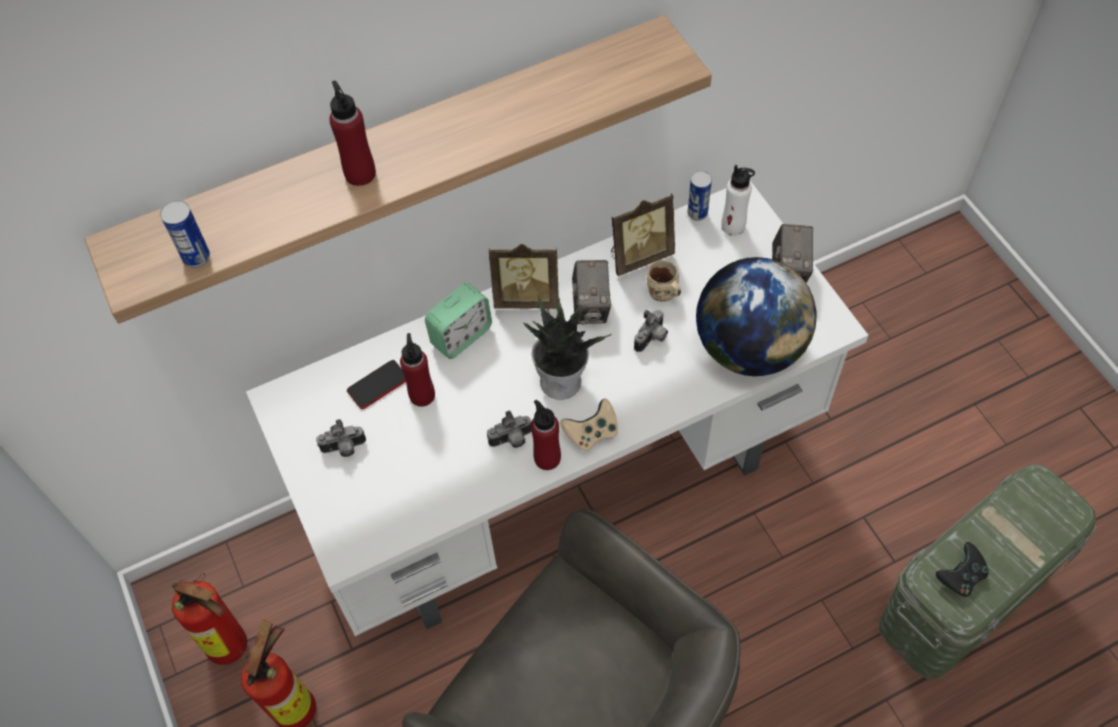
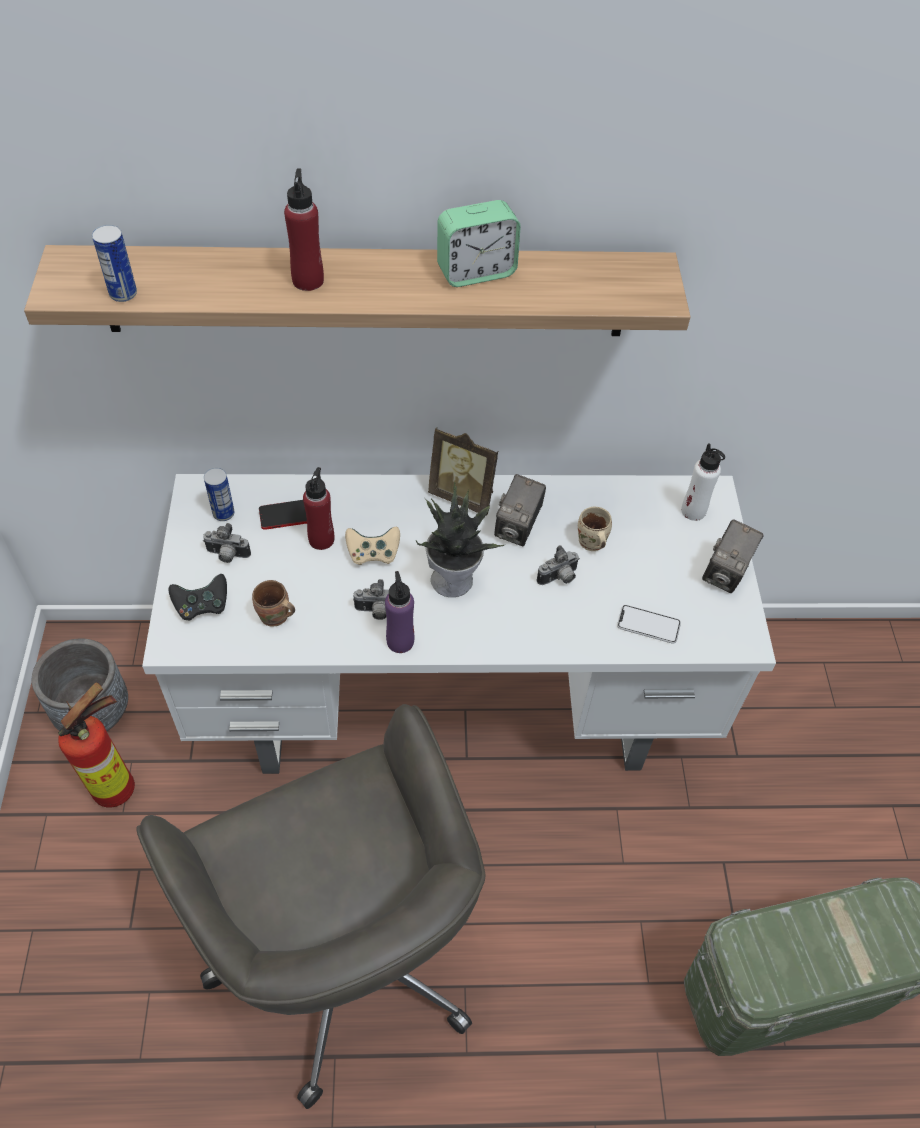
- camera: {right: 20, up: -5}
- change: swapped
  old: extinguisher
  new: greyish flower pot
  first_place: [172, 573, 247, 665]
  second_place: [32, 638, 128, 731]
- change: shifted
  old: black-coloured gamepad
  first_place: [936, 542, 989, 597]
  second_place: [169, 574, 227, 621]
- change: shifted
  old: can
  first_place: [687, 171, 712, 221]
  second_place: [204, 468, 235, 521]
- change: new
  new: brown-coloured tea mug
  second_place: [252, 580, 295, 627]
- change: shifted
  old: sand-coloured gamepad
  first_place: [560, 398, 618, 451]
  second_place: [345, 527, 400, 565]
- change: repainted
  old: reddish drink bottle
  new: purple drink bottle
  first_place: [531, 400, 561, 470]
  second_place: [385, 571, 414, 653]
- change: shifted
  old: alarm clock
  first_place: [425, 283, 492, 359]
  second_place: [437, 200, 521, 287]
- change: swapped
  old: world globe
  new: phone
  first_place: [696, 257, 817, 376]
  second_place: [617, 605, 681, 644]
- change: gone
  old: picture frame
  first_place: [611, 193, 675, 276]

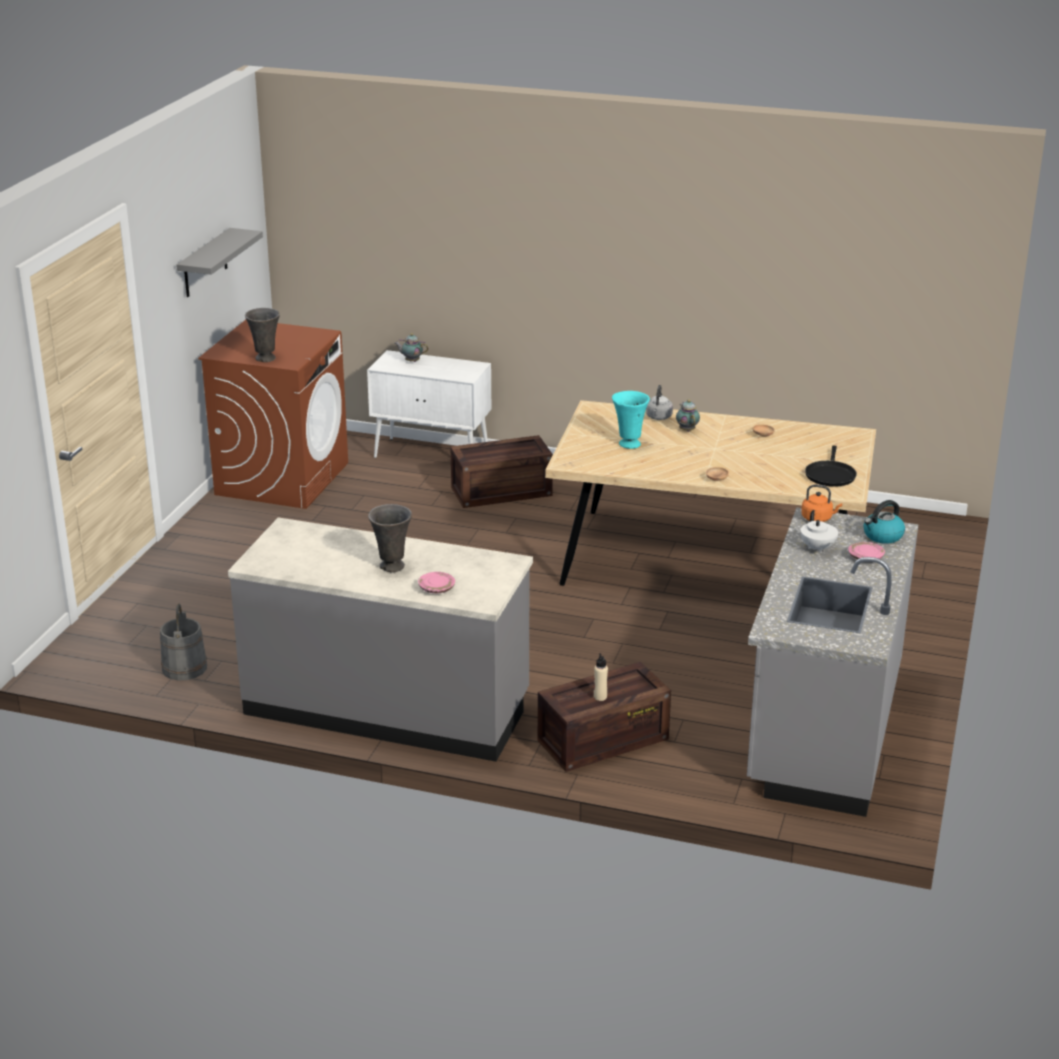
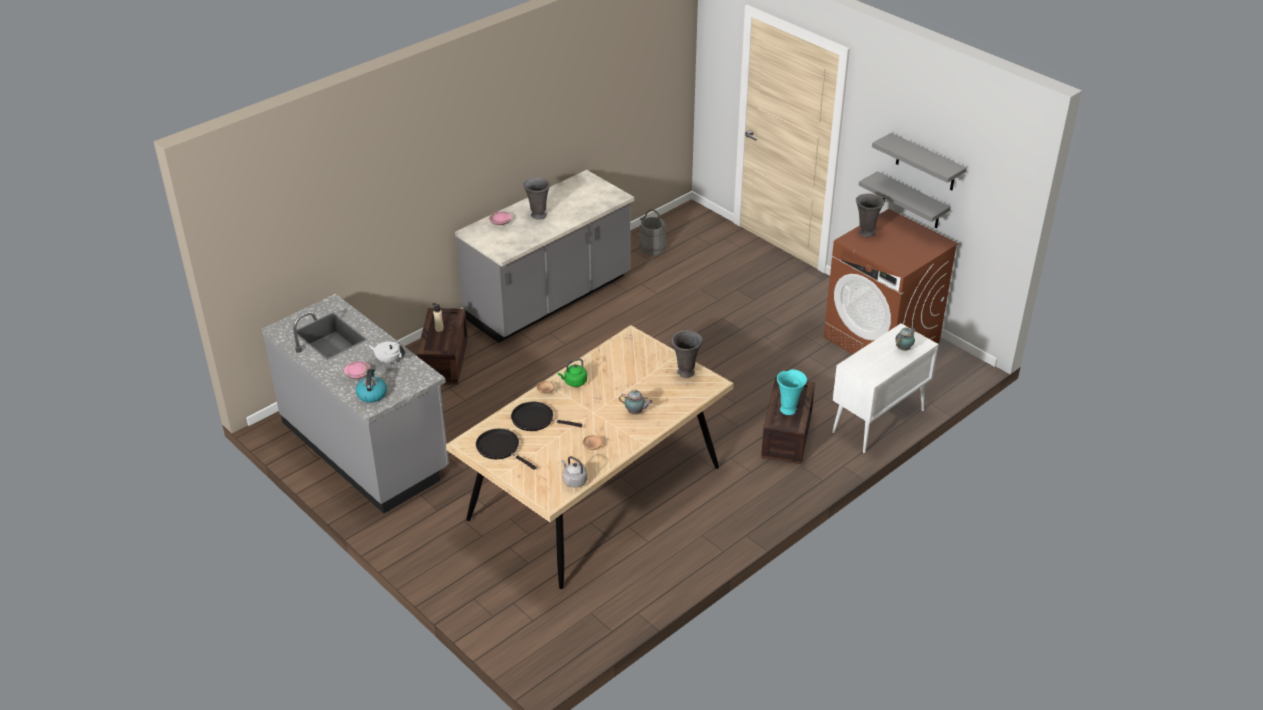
- camera: {right: 120, up: 10}
- change: new
  new: black-coloured frying pan
  second_place: [511, 402, 583, 431]
- change: new
  new: greenish water kettle
  second_place: [558, 358, 587, 387]
- change: shifted
  old: greyish water kettle
  first_place: [646, 385, 673, 420]
  second_place: [561, 456, 588, 488]
- change: new
  new: greyish vase
  second_place: [672, 330, 702, 378]
- change: shifted
  old: turquoise-coloured vase
  first_place: [612, 391, 650, 449]
  second_place: [777, 369, 807, 415]
- change: new
  new: greyish wall shelf
  second_place: [859, 171, 951, 228]
- change: gone
  old: orangey water kettle
  first_place: [801, 485, 842, 522]

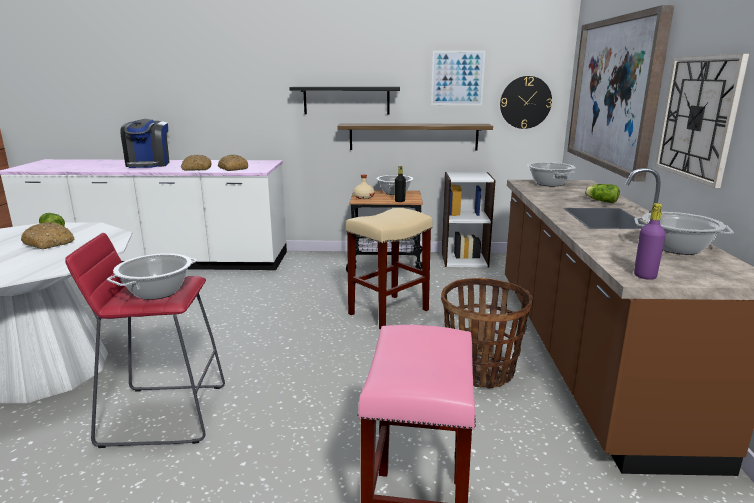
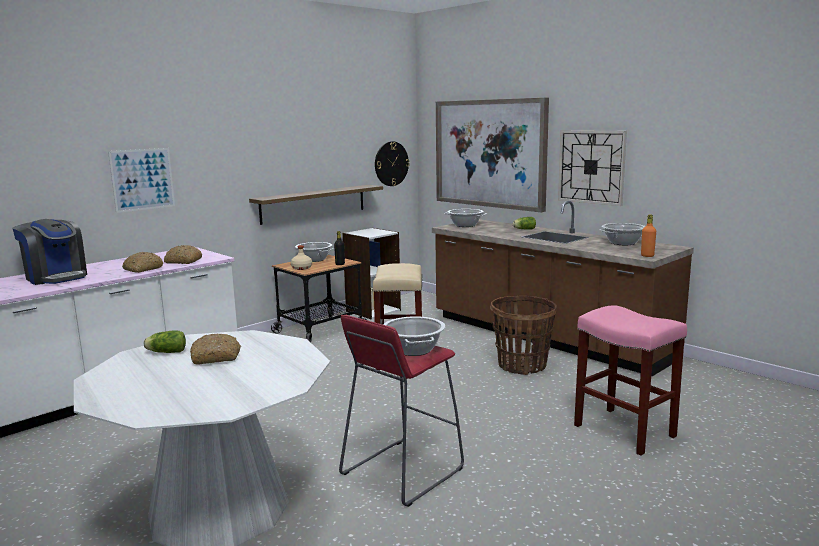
- camera: {right: -45, up: -5}
- change: shifted
  old: wall picture
  first_place: [431, 51, 485, 105]
  second_place: [108, 148, 175, 213]
- change: repainted
  old: purple drink bottle
  new: orangey drink bottle
  first_place: [634, 203, 666, 280]
  second_place: [641, 214, 656, 257]
- change: gone
  old: black-coloured wall shelf
  first_place: [289, 87, 400, 115]

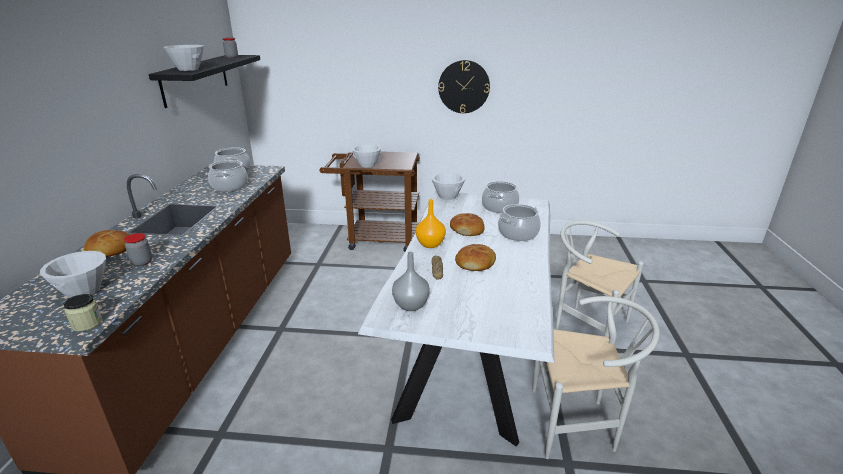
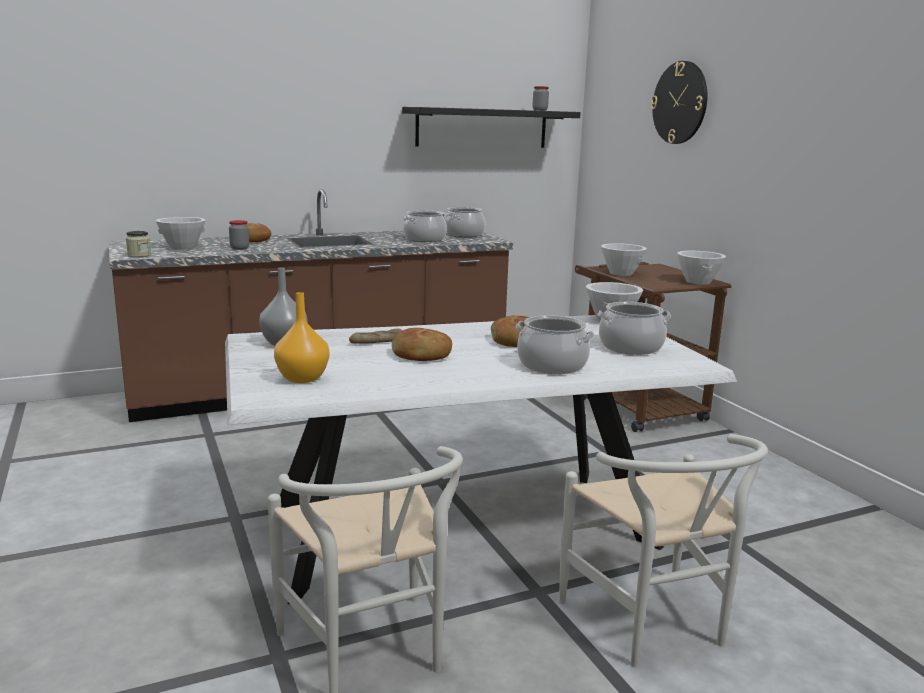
- camera: {right: 60, up: -10}
- change: shifted
  old: orangey vase
  first_place: [416, 199, 446, 248]
  second_place: [274, 292, 329, 383]
- change: rotated
  old: white plain chair
  first_place: [555, 220, 644, 337]
  second_place: [559, 434, 768, 667]
  degrees: 150
- change: shifted
  old: wall clock
  first_place: [438, 60, 490, 113]
  second_place: [651, 61, 707, 144]
- change: shifted
  old: white deep dish
  first_place: [163, 45, 204, 71]
  second_place: [677, 251, 726, 285]

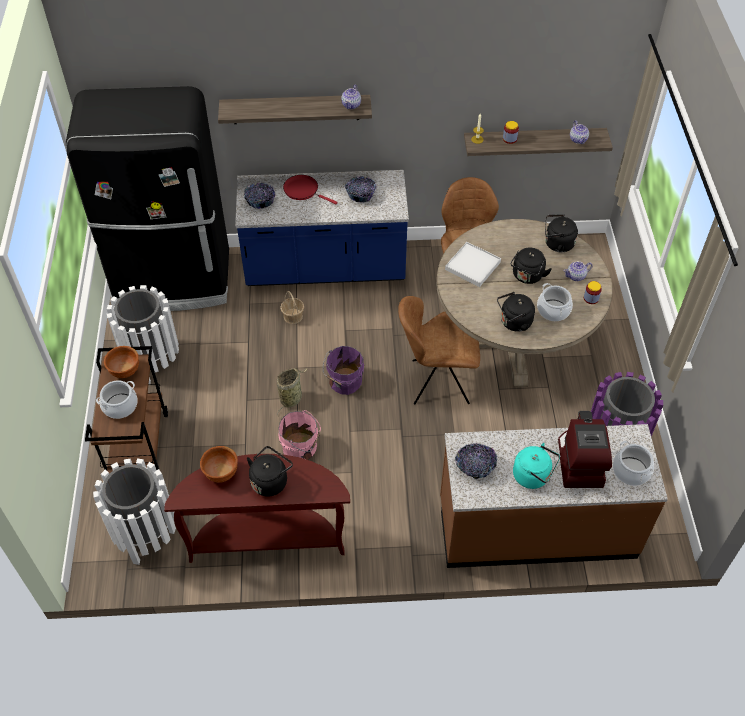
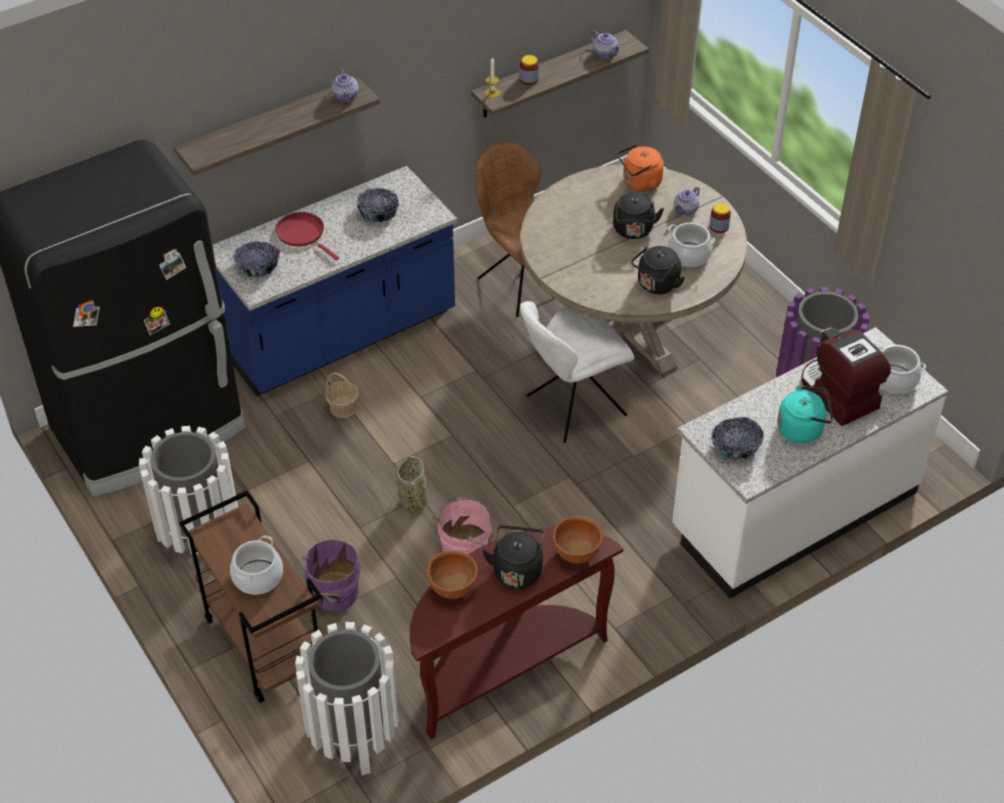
- camera: {right: -30, up: -5}
- change: rotated
  old: reddish frying pan
  first_place: [283, 175, 338, 205]
  second_place: [275, 212, 339, 260]
  degrees: 45
- change: shifted
  old: purple bucket
  first_place: [323, 346, 364, 395]
  second_place: [300, 540, 360, 611]
- change: repainted
  old: brown-coloured plain chair
  new: white plain chair
  first_place: [398, 296, 480, 404]
  second_place: [520, 301, 634, 443]
- change: shifted
  old: brown-coloured deep dish
  first_place: [104, 346, 139, 378]
  second_place: [553, 516, 603, 564]
- change: repainted
  old: black-coloured water kettle
  new: orangey water kettle
  first_place: [545, 214, 578, 252]
  second_place: [617, 144, 664, 192]
- change: repainted
  old: brown-coloured kitchen base unit
  new: white kitchen base unit
  first_place: [440, 424, 668, 568]
  second_place: [672, 327, 948, 598]
- change: gone
  old: white carrying tray
  first_place: [445, 242, 501, 287]

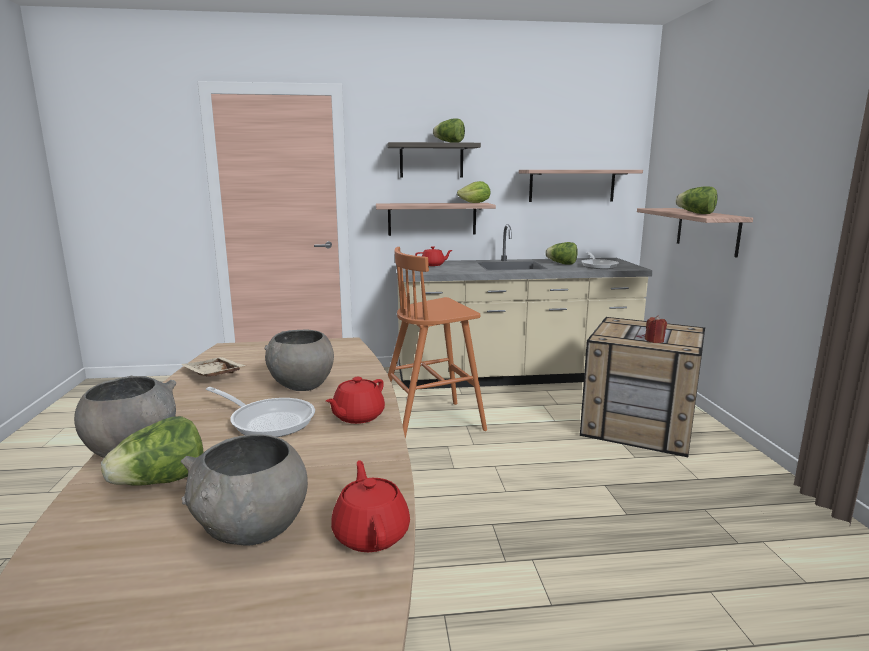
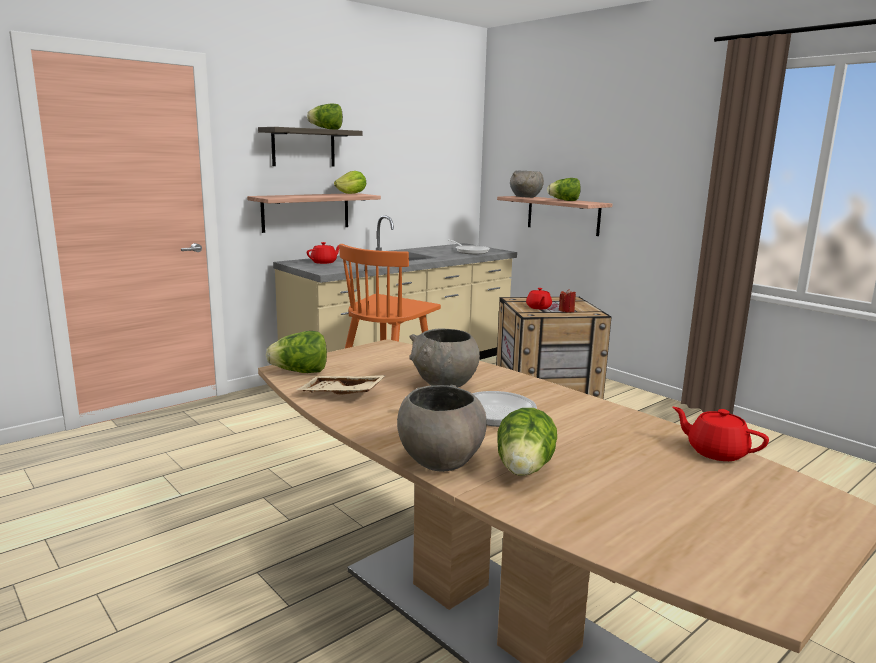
- camera: {right: -35, up: 0}
- change: shifted
  old: lettuce
  first_place: [545, 242, 578, 264]
  second_place: [266, 331, 327, 373]
- change: shifted
  old: greyish deep dish
  first_place: [181, 434, 308, 546]
  second_place: [510, 171, 544, 198]
- change: shifted
  old: reddish teapot
  first_place: [326, 377, 385, 424]
  second_place: [526, 288, 552, 309]
- change: gone
  old: wall shelf
  first_place: [519, 170, 643, 202]

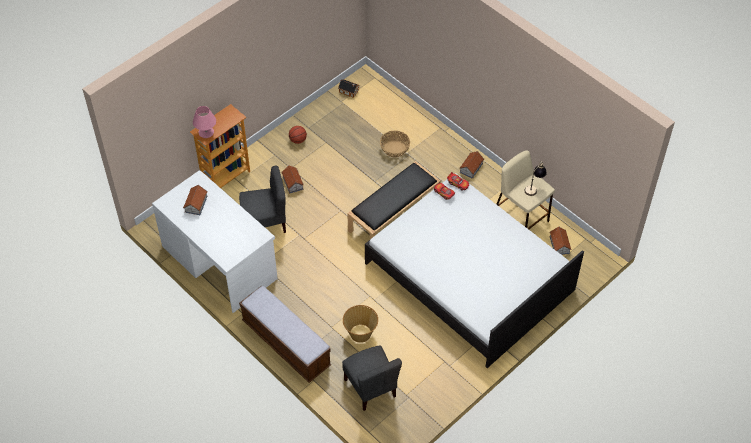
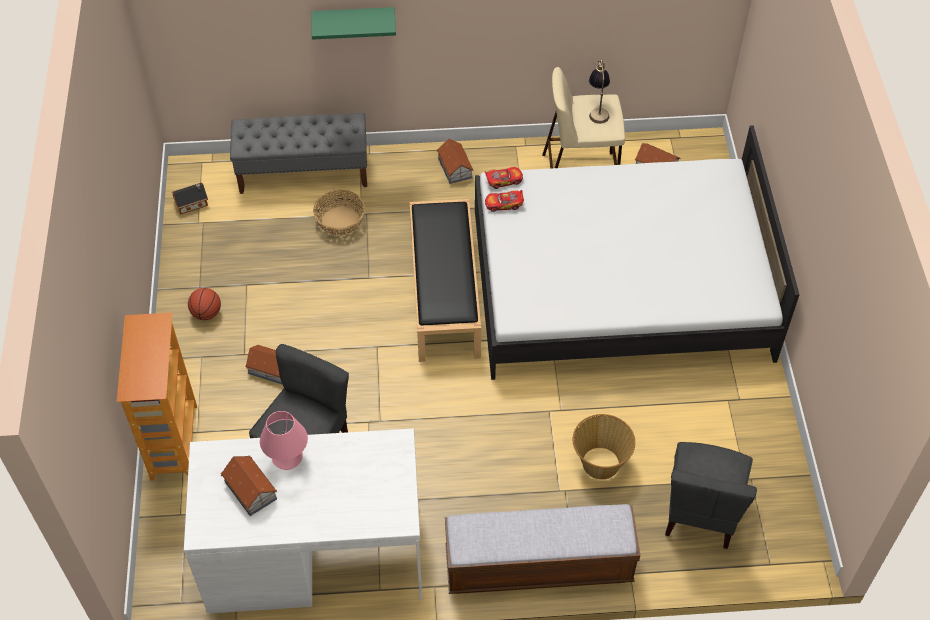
- camera: {right: -50, up: 0}
- change: new
  new: greyish long seat
  second_place: [230, 113, 367, 194]
- change: shifted
  old: pinkish lamp for a table
  first_place: [193, 106, 216, 138]
  second_place: [260, 411, 308, 470]
- change: new
  new: greenish wall shelf
  second_place: [311, 7, 396, 40]
- change: rotated
  old: greyish plain chair
  first_place: [342, 345, 402, 411]
  second_place: [665, 442, 757, 549]
  degrees: 90

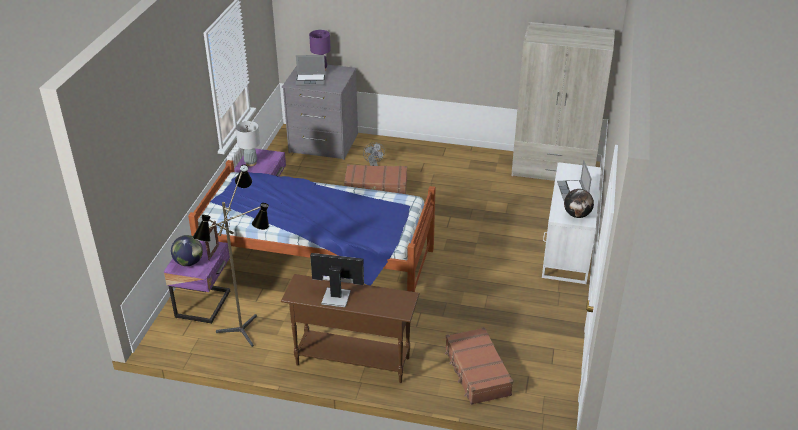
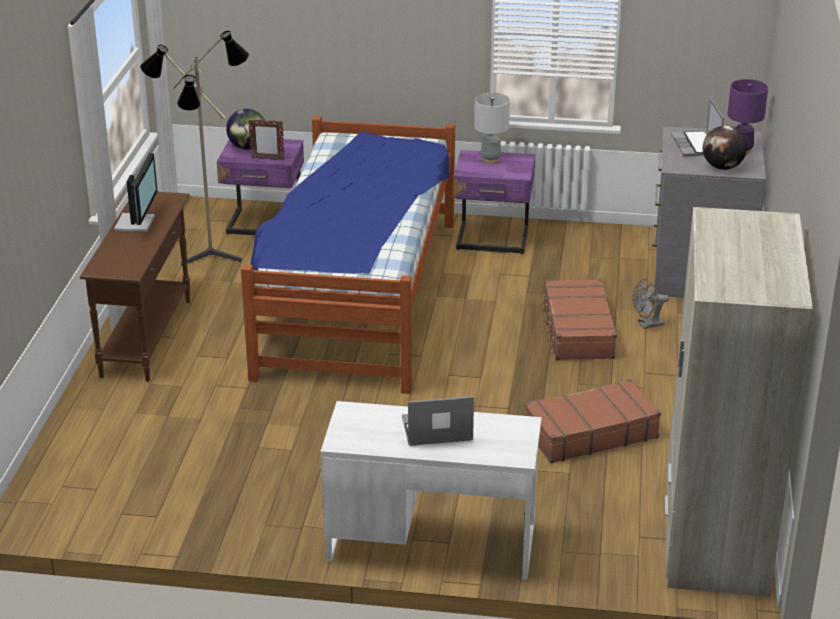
- camera: {right: 85, up: -5}
- change: shifted
  old: brown-coloured travel case
  first_place: [445, 327, 513, 405]
  second_place: [525, 379, 661, 463]
- change: shifted
  old: world globe
  first_place: [564, 189, 594, 218]
  second_place: [703, 125, 747, 170]

